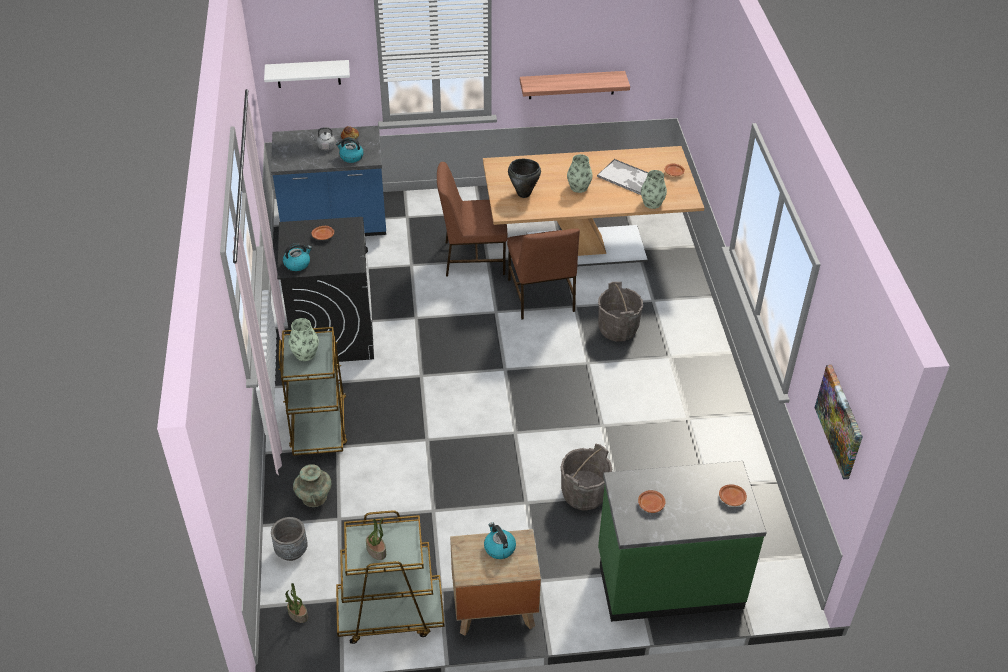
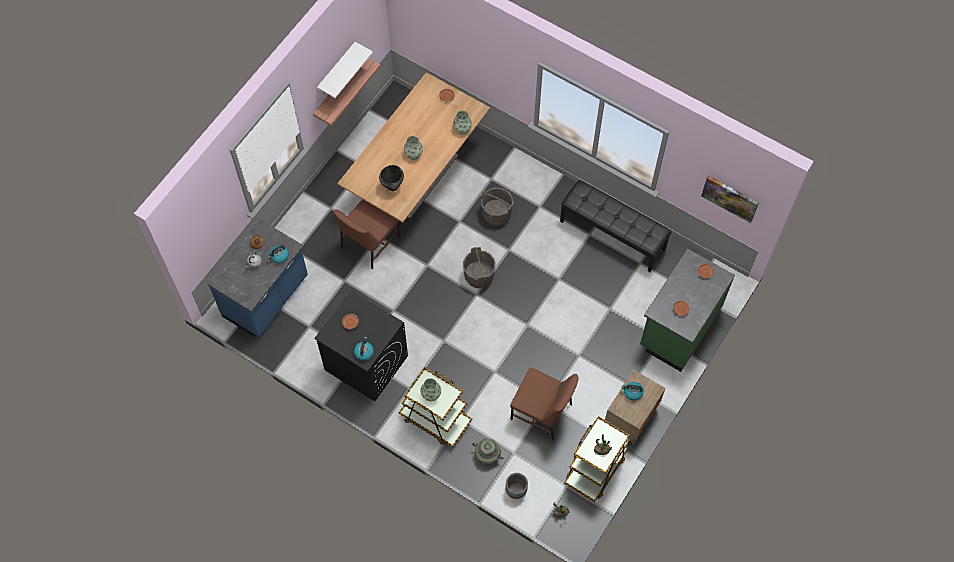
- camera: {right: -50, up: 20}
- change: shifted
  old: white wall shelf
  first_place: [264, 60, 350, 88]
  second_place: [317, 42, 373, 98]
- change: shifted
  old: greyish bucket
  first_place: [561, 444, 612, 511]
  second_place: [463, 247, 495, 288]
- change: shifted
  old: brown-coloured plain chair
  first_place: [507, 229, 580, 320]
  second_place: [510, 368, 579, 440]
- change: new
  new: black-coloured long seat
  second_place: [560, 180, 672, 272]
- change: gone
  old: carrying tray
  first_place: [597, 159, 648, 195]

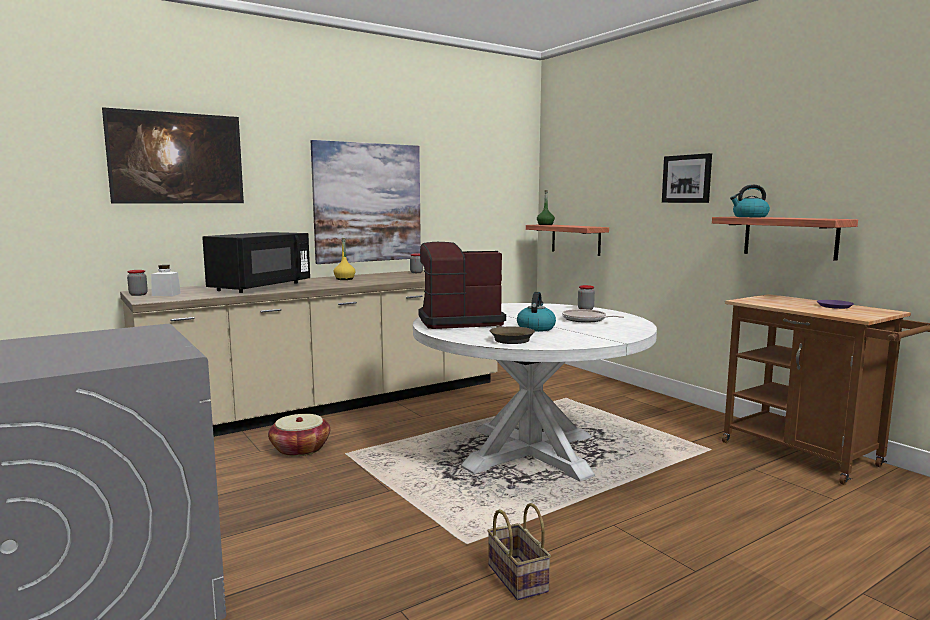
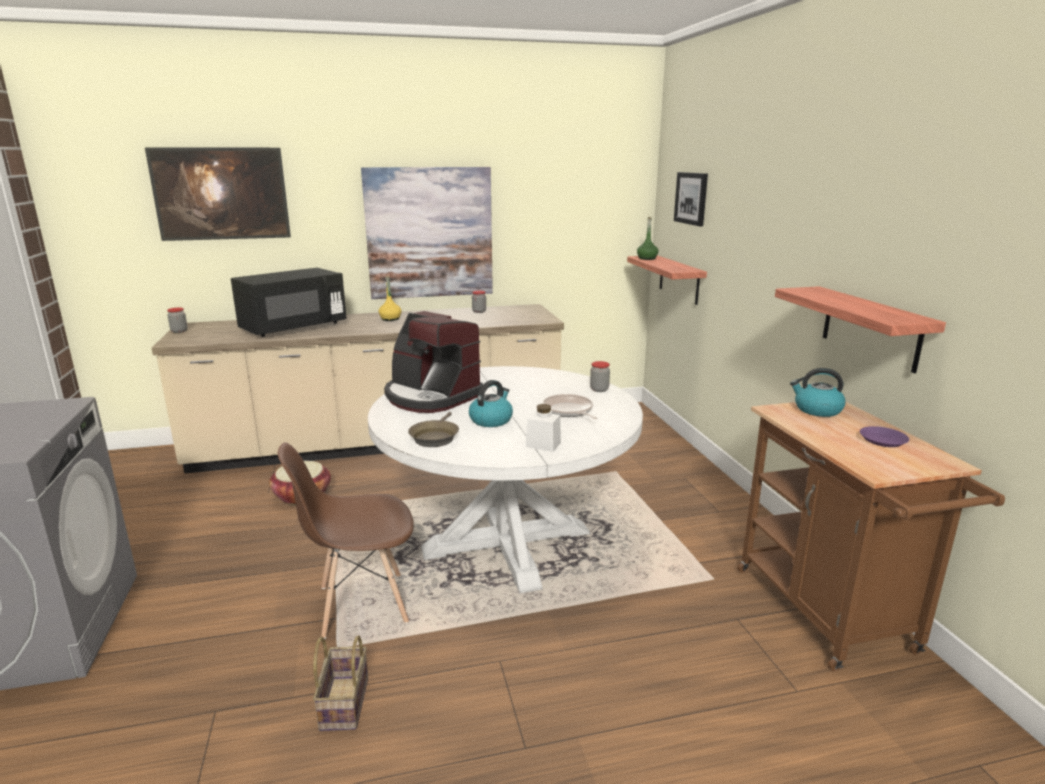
- camera: {right: 20, up: 10}
- change: new
  new: brown-coloured plain chair
  second_place: [278, 443, 414, 639]
- change: rotated
  old: coffee brewer
  first_place: [419, 242, 506, 329]
  second_place: [384, 311, 483, 413]
  degrees: -150
- change: shifted
  old: white storage jar
  first_place: [151, 265, 181, 296]
  second_place: [526, 404, 561, 452]
- change: shifted
  old: wall picture
  first_place: [662, 153, 712, 203]
  second_place: [674, 172, 708, 226]
- change: shifted
  old: water kettle
  first_place: [730, 185, 770, 217]
  second_place: [790, 368, 845, 417]

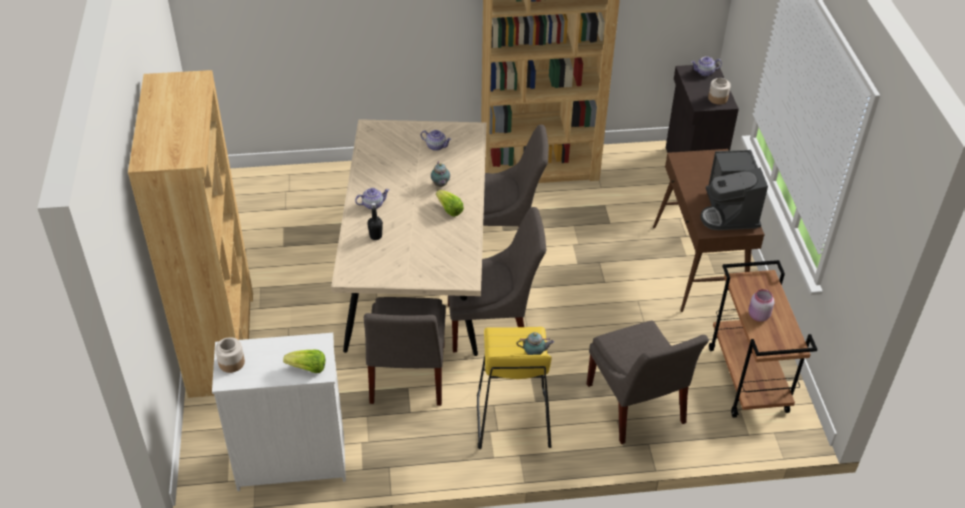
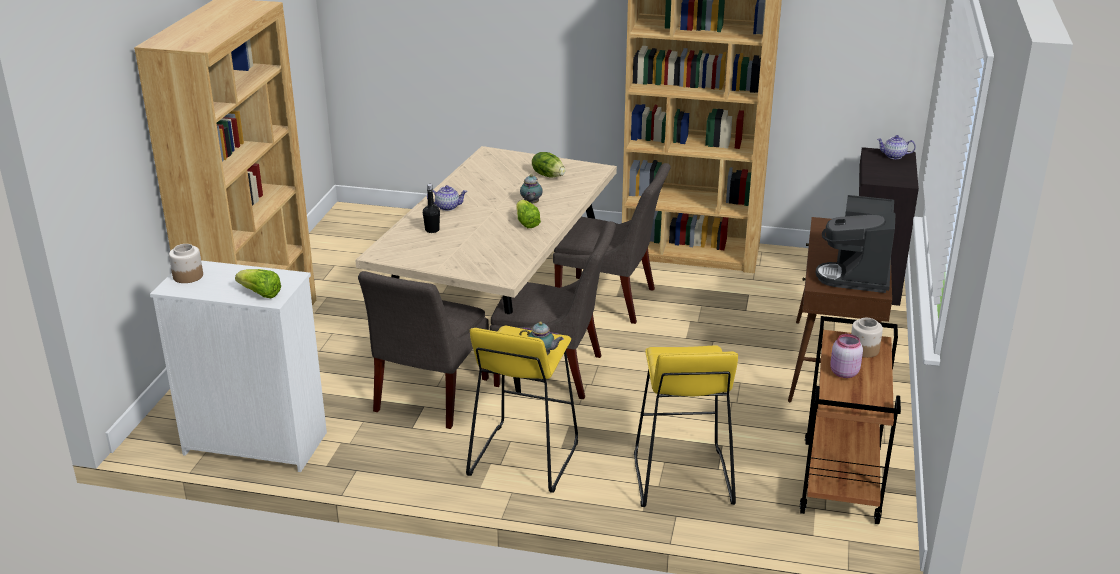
- camera: {right: 20, up: -15}
- change: swapped
  old: teapot
  new: lettuce
  first_place: [420, 130, 452, 151]
  second_place: [532, 152, 565, 177]
- change: swapped
  old: greyish plain chair
  new: yellow-coloured stool seat
  first_place: [587, 321, 709, 444]
  second_place: [634, 345, 738, 507]
- change: shifted
  old: storage jar
  first_place: [708, 78, 731, 105]
  second_place: [851, 318, 883, 358]

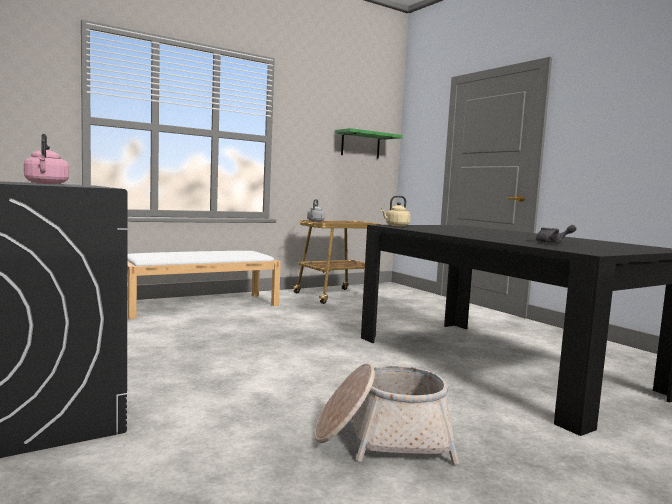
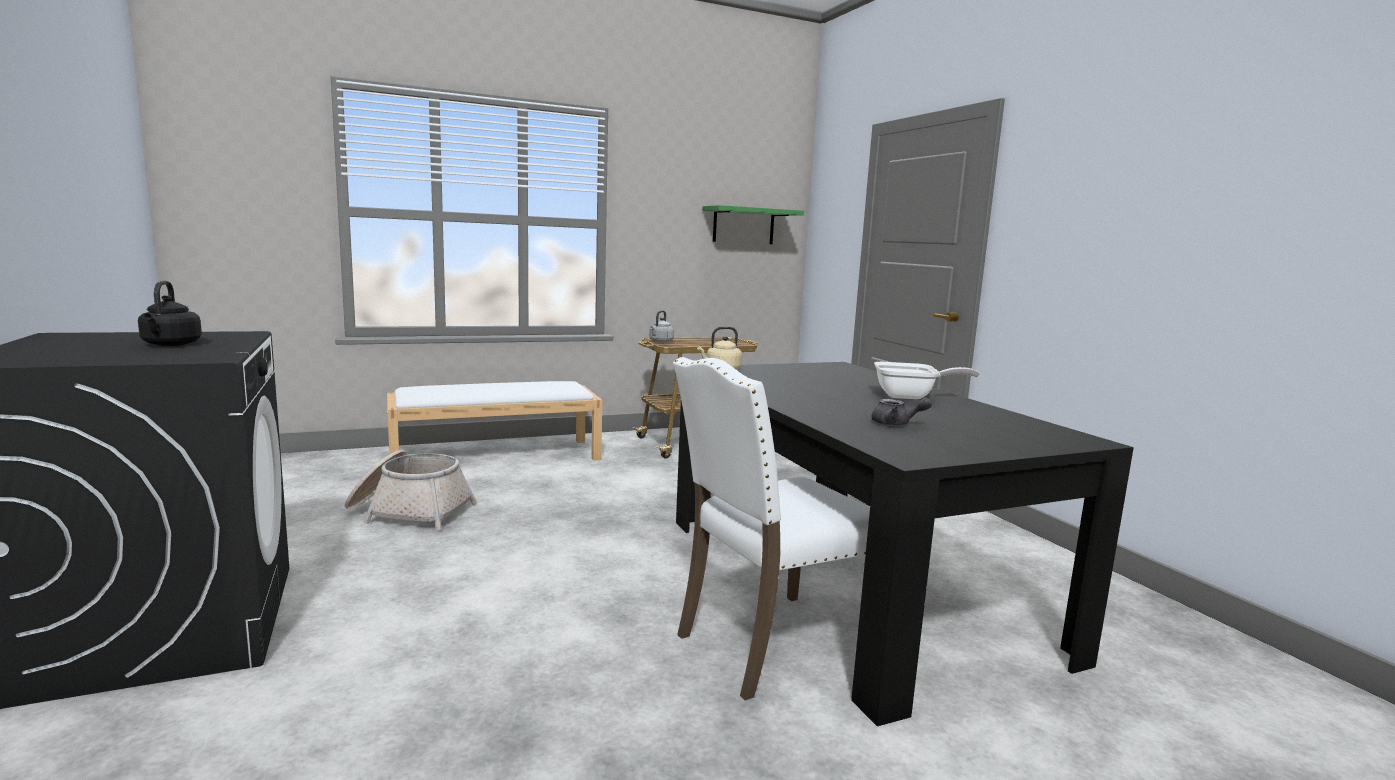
- camera: {right: 10, up: 5}
- change: repainted
  old: pinkish water kettle
  new: black-coloured water kettle
  first_place: [24, 134, 69, 184]
  second_place: [138, 280, 202, 346]
- change: shifted
  old: household basket
  first_place: [314, 364, 459, 465]
  second_place: [345, 450, 477, 531]
- change: new
  new: white plain chair
  second_place: [673, 357, 870, 700]
- change: new
  new: frying pan
  second_place: [874, 362, 980, 399]

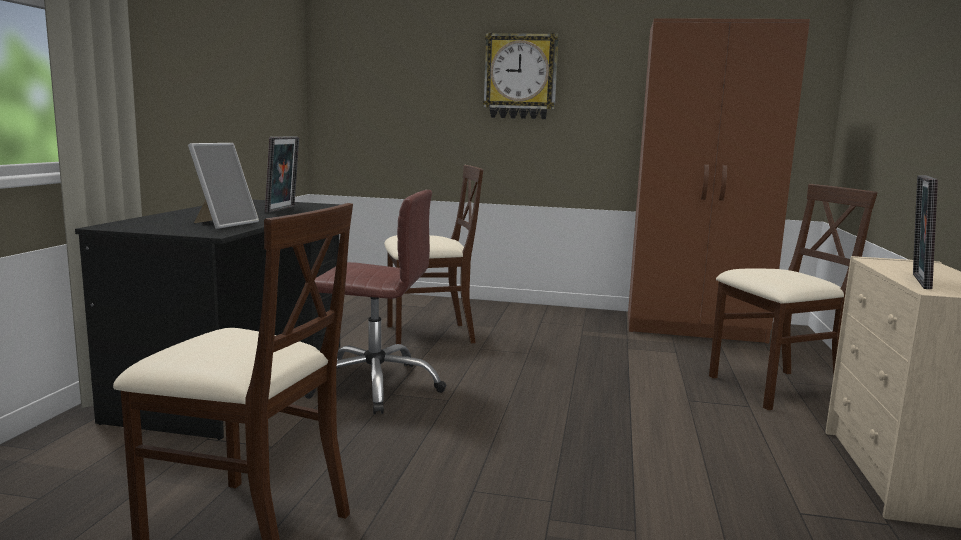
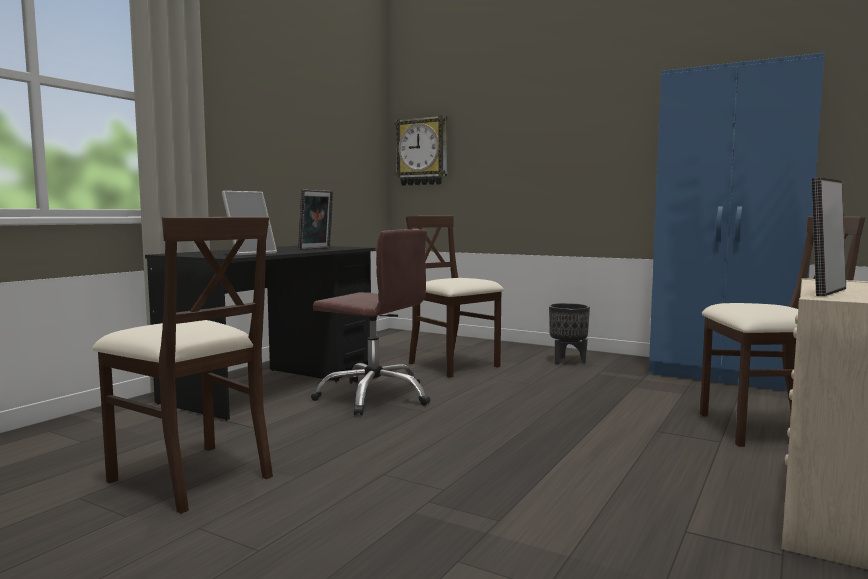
- camera: {right: 20, up: -5}
- change: shifted
  old: wall clock
  first_place: [483, 33, 559, 119]
  second_place: [394, 115, 447, 186]
- change: rotated
  old: sand-coloured plain chair
  first_place: [384, 165, 483, 344]
  second_place: [406, 216, 504, 378]
  degrees: -135
- change: new
  new: black-coloured flower pot
  second_place: [549, 303, 590, 364]
- change: repainted
  old: brown-coloured armoire
  new: bluish armoire
  first_place: [628, 18, 810, 343]
  second_place: [649, 53, 825, 391]

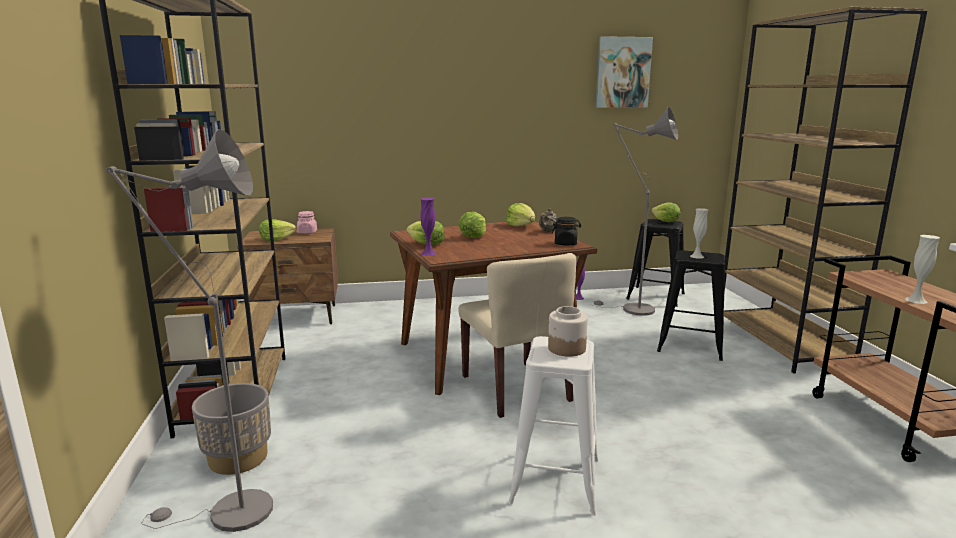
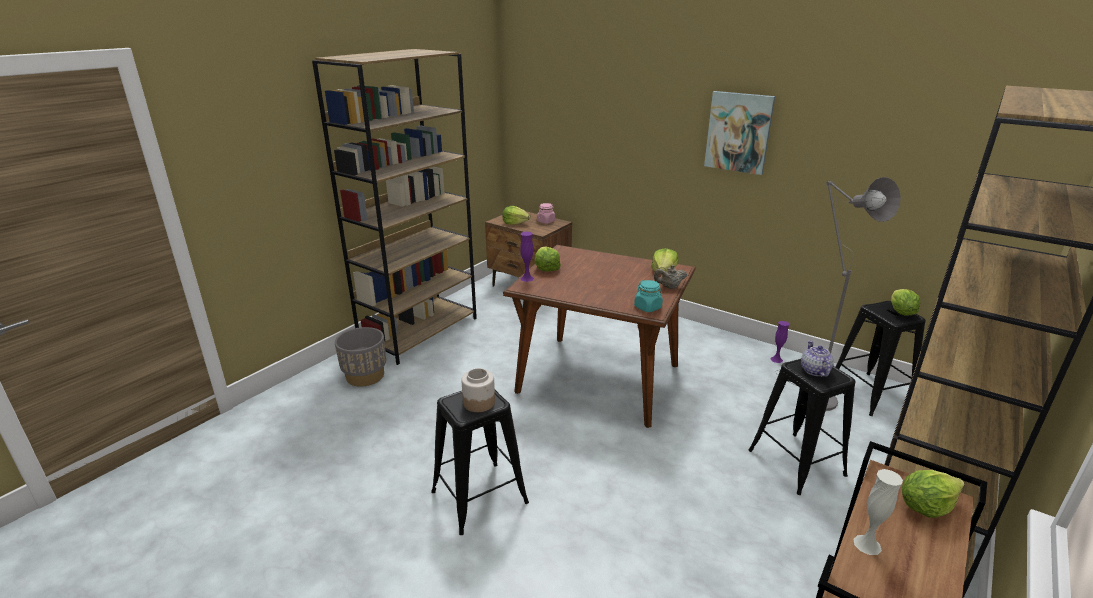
- camera: {right: 45, up: 10}
- change: repainted
  old: white stool seat
  new: black-coloured stool seat
  first_place: [508, 336, 599, 516]
  second_place: [431, 390, 529, 535]
- change: repainted
  old: black-coloured storage jar
  new: turquoise-coloured storage jar
  first_place: [552, 217, 581, 246]
  second_place: [634, 280, 663, 312]
- change: shifted
  old: wall picture
  first_place: [596, 36, 653, 108]
  second_place: [704, 91, 775, 175]
- change: swapped
  old: white vase
  new: teapot
  first_place: [690, 208, 708, 259]
  second_place: [801, 340, 834, 377]
- change: shifted
  old: lettuce
  first_place: [458, 212, 486, 238]
  second_place: [902, 470, 965, 518]
- change: gone
  old: greyish floor lamp
  first_place: [106, 129, 273, 532]
- change: gone
  old: sand-coloured plain chair
  first_place: [458, 253, 576, 418]

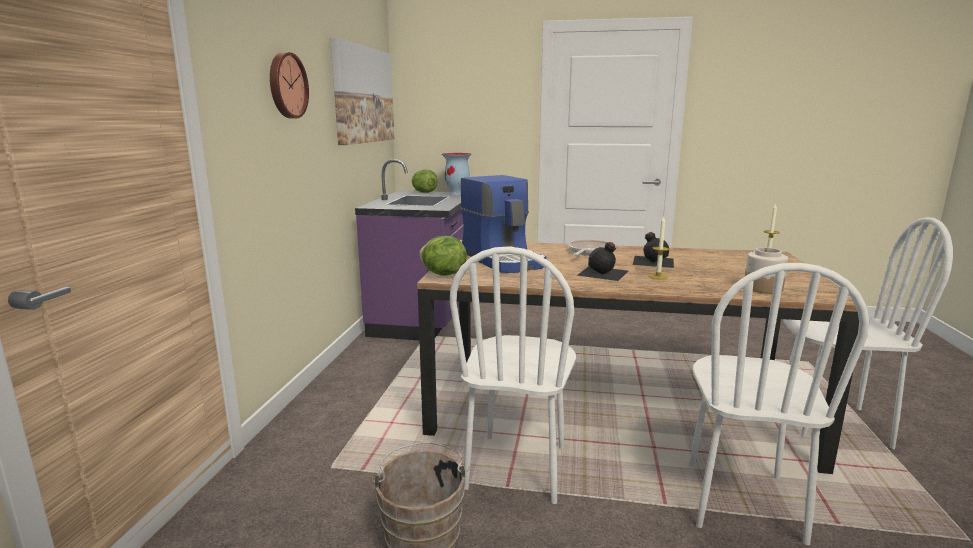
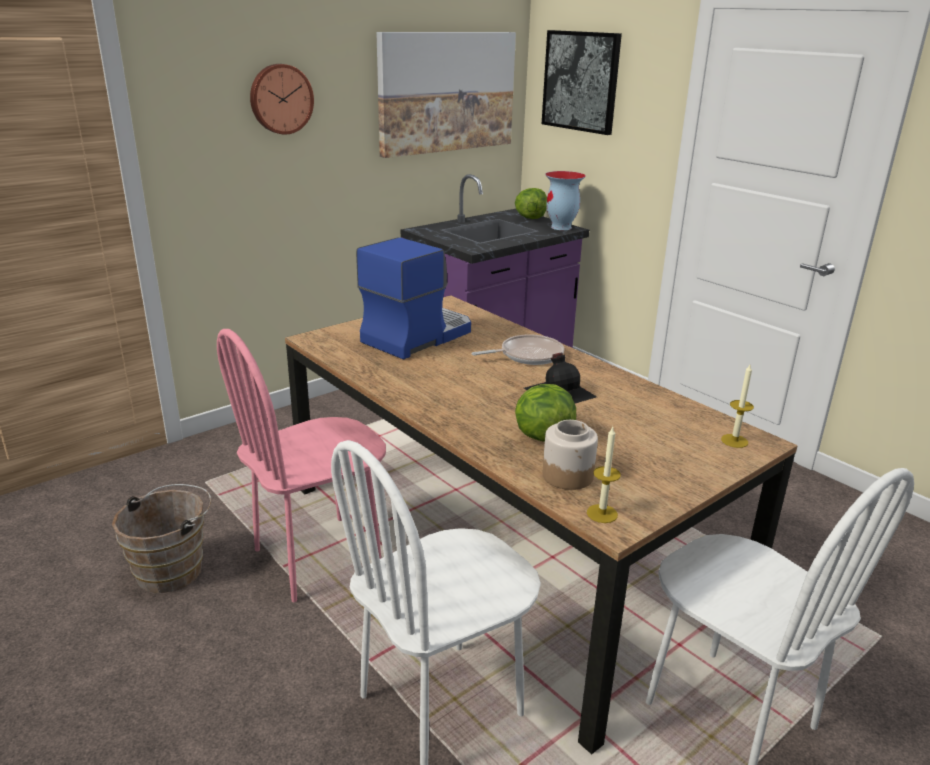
- camera: {right: 40, up: 10}
- change: repainted
  old: white plain chair
  new: pinkish plain chair
  first_place: [449, 246, 576, 504]
  second_place: [217, 329, 386, 602]
- change: rotated
  old: coffee brewer
  first_place: [461, 175, 546, 273]
  second_place: [356, 237, 471, 360]
  degrees: -150
- change: shifted
  old: lettuce
  first_place: [419, 236, 467, 276]
  second_place: [515, 384, 576, 442]
- change: new
  new: wall picture
  second_place: [542, 30, 622, 135]
- change: shifted
  old: wax candle
  first_place: [649, 217, 669, 279]
  second_place: [587, 427, 621, 523]
- change: gone
  old: black-coloured drink bottle
  first_place: [577, 242, 628, 281]

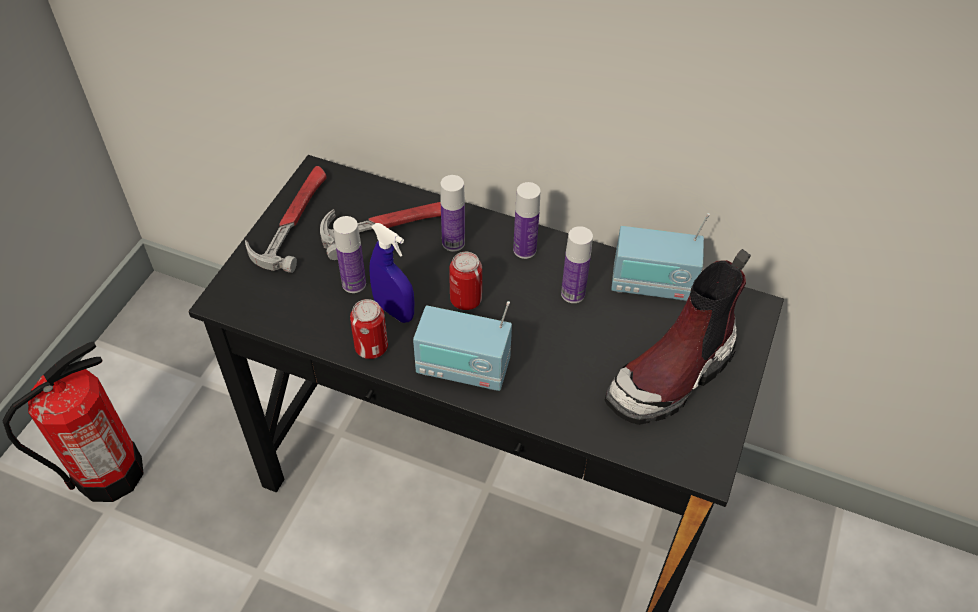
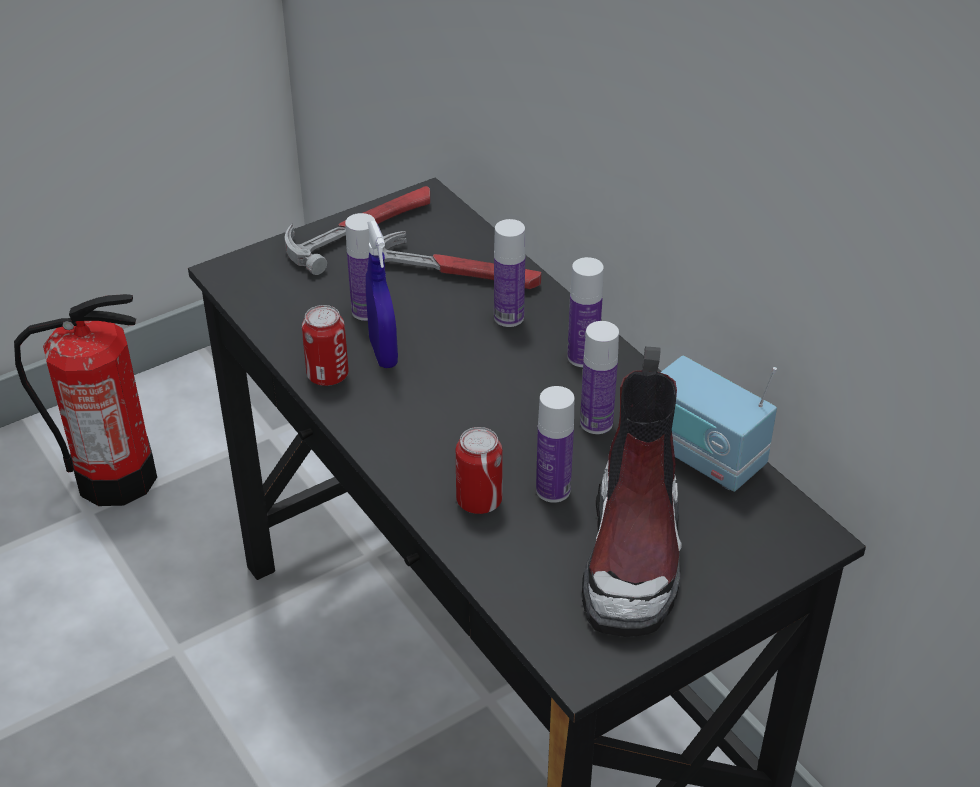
- camera: {right: 35, up: -10}
- change: shifted
  old: can
  first_place: [449, 252, 482, 310]
  second_place: [456, 427, 503, 514]
- change: new
  new: drink bottle
  second_place: [536, 386, 574, 503]
- change: rotated
  old: tall boot
  first_place: [605, 249, 751, 425]
  second_place: [582, 347, 682, 637]
  degrees: -75
- change: gone
  old: radio
  first_place: [413, 301, 512, 391]

